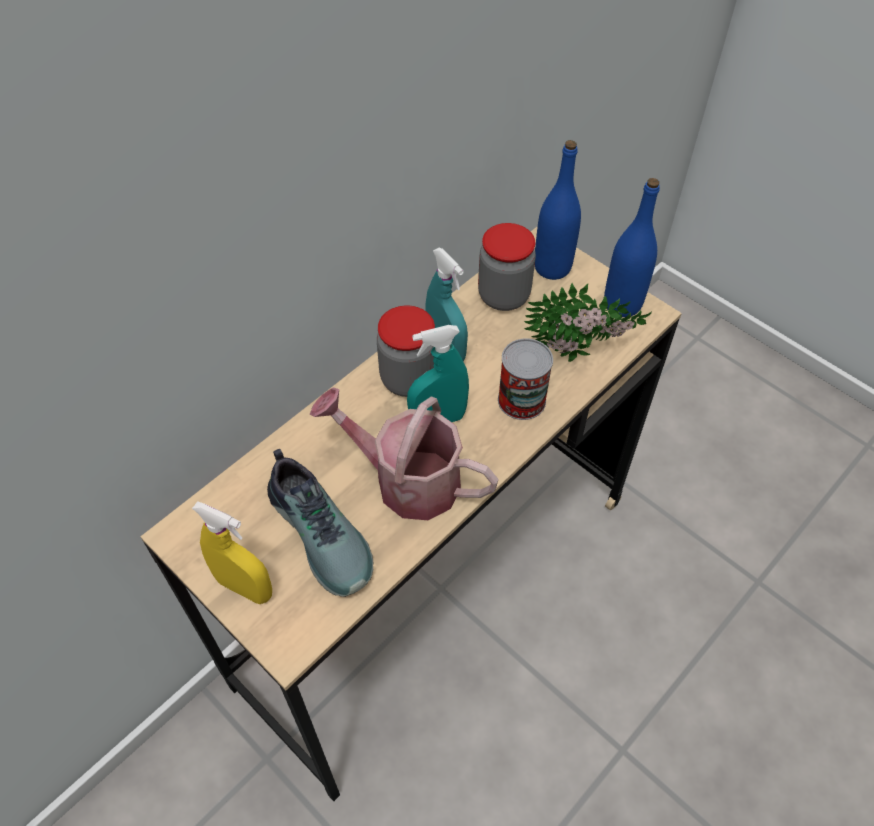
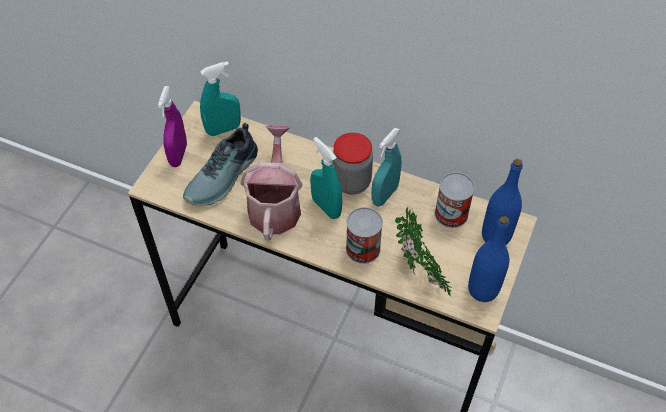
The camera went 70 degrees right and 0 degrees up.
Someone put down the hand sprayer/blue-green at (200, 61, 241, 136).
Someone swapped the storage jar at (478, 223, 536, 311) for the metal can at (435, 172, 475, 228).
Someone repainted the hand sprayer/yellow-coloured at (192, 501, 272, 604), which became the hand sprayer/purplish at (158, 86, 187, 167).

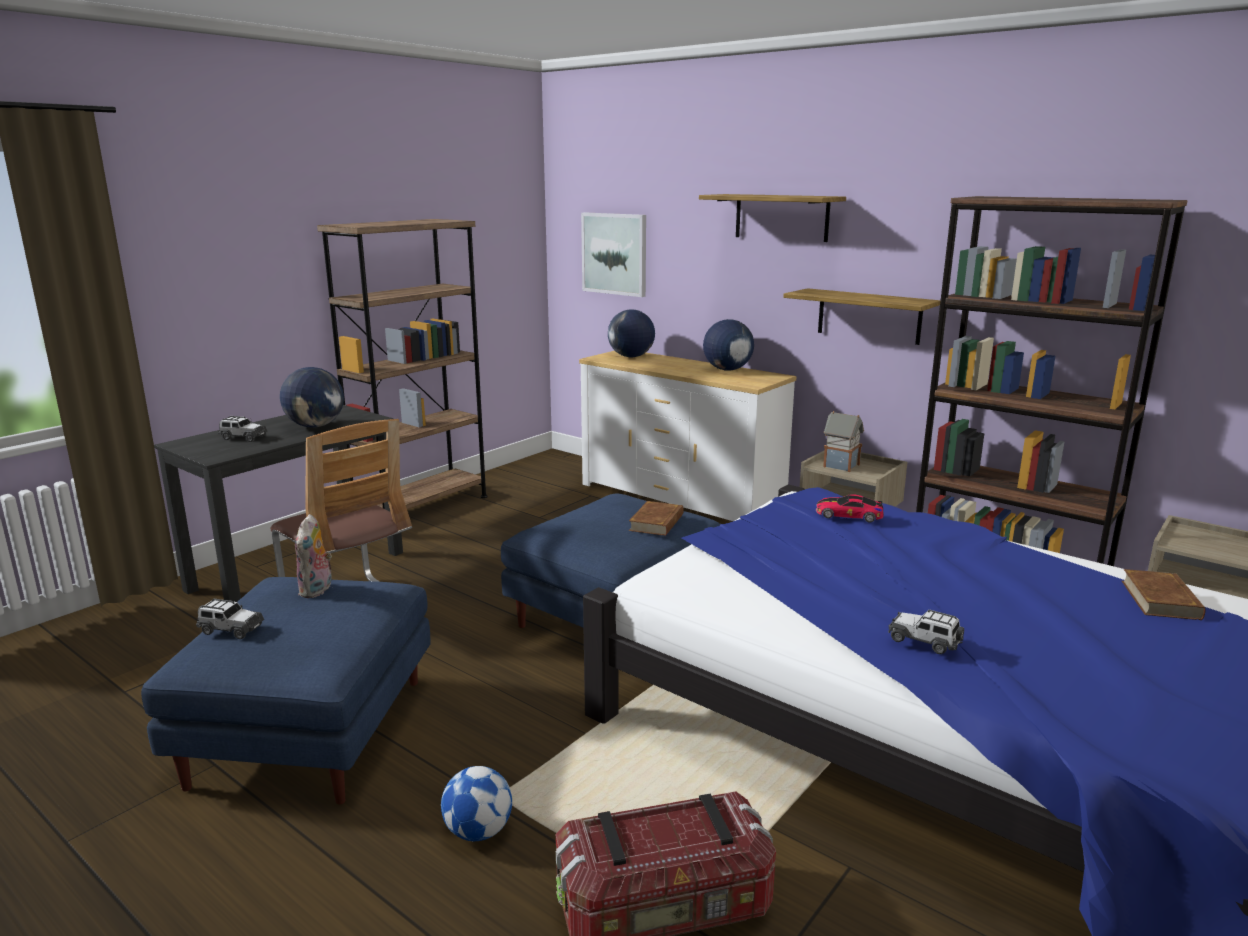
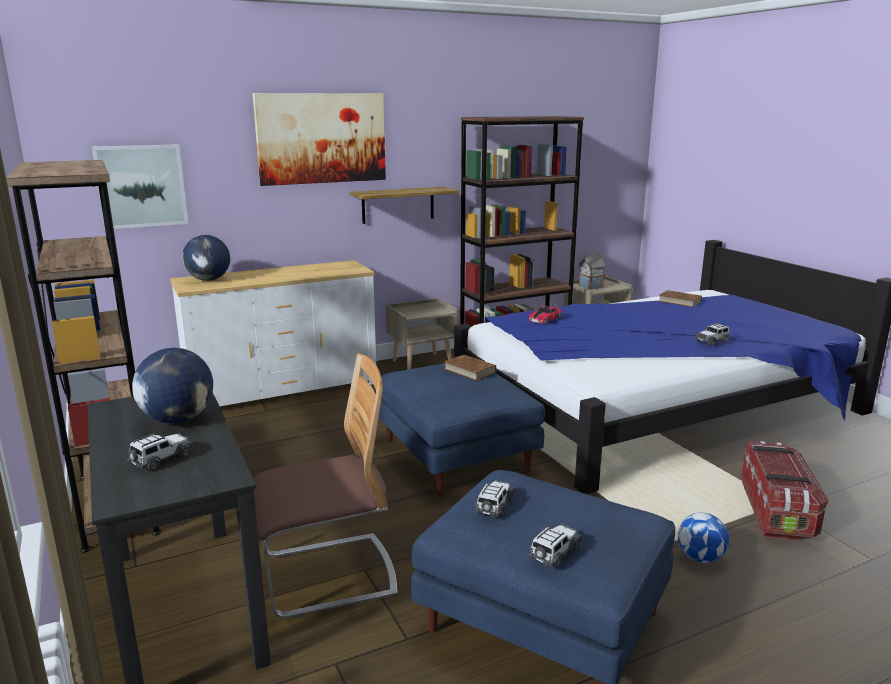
The camera went 65 degrees left and 0 degrees up.
Someone took away the desk globe at (703, 319, 754, 371).
Someone carried the model house from (823, 411, 864, 472) to (578, 253, 606, 290).
Someone swapped the cuddly toy at (295, 514, 332, 598) for the toy car at (475, 480, 515, 518).
Someone swapped the wall shelf at (699, 194, 846, 242) for the picture at (253, 93, 386, 186).

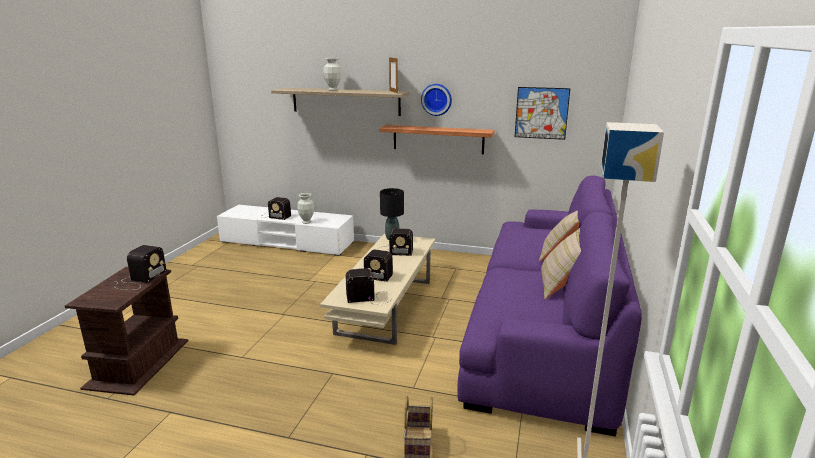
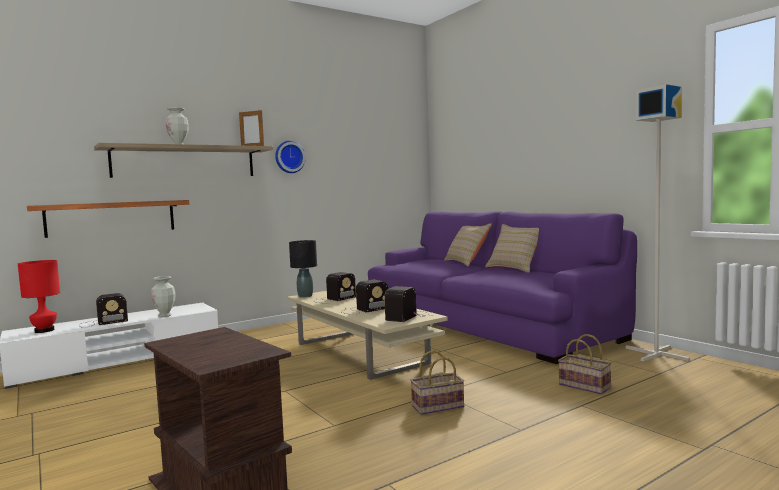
The camera went 50 degrees left and 15 degrees down.
Someone took away the radio set at (115, 245, 167, 290).
Someone took away the picture at (515, 87, 570, 140).
Someone put down the tabletop lamp/red at (18, 260, 60, 333).
Someone put down the household basket at (410, 350, 464, 415).
Someone carried the wall shelf from (379, 125, 495, 154) to (27, 200, 189, 238).

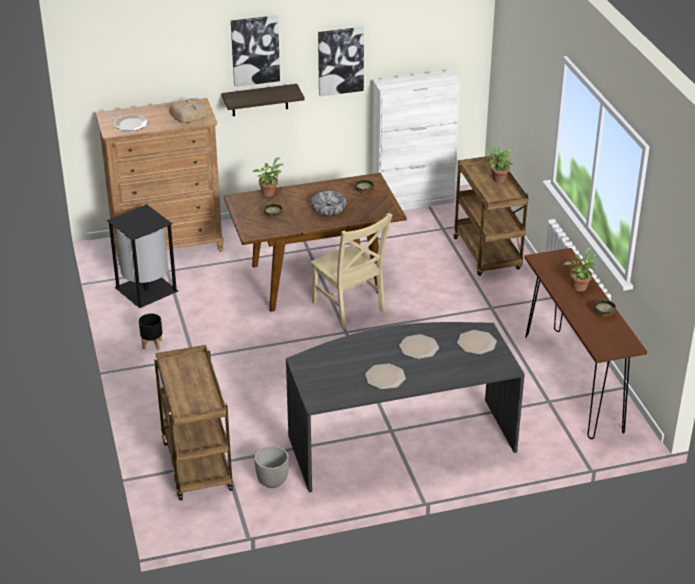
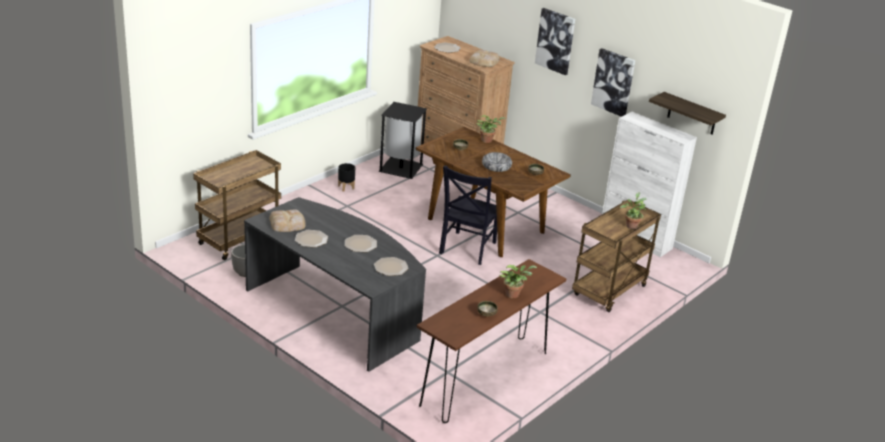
The camera went 55 degrees right and 5 degrees down.
Someone put down the bread at (269, 209, 306, 232).
Someone carried the wall shelf from (222, 84, 305, 116) to (649, 92, 726, 135).
Someone repainted the plain chair/sand-coloured at (310, 213, 392, 329), which became the plain chair/black at (439, 165, 497, 265).

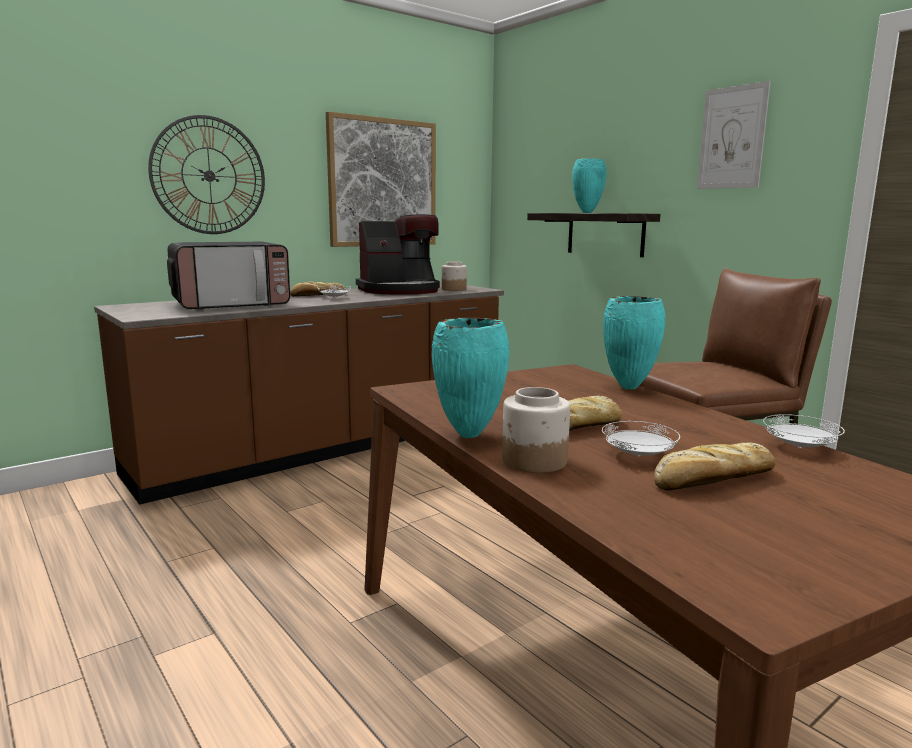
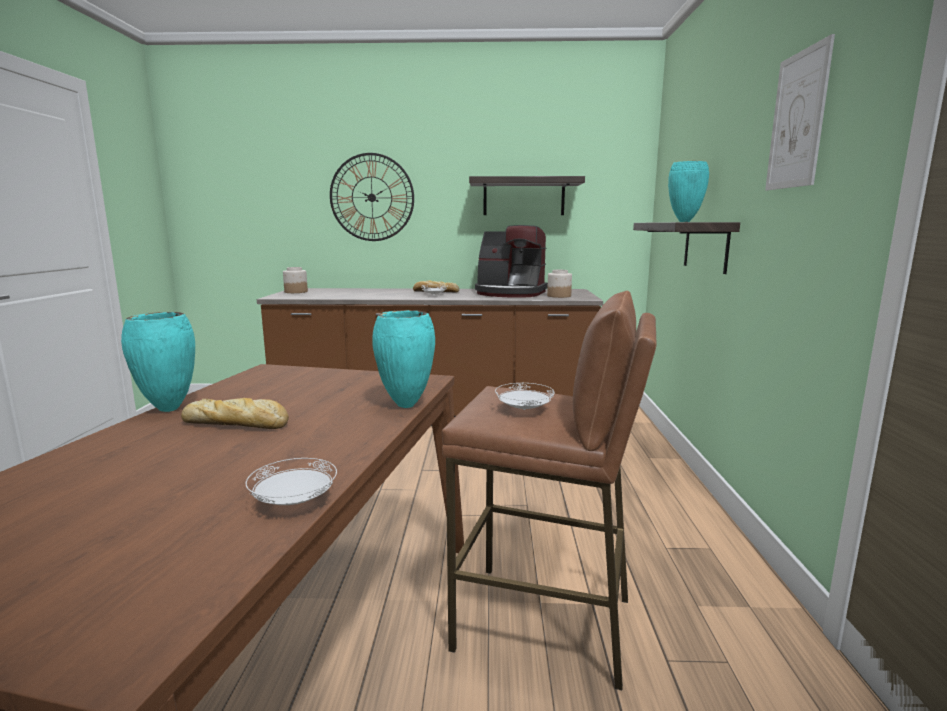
The camera went 40 degrees right and 0 degrees up.
Someone took away the microwave oven at (167, 242, 290, 310).
Someone took away the bread at (654, 443, 776, 490).
Someone carried the storage jar from (502, 387, 570, 473) to (283, 267, 308, 293).
Someone carried the plate/white from (602, 421, 680, 457) to (495, 383, 555, 410).
Someone swapped the picture at (326, 112, 436, 247) for the wall shelf at (469, 176, 585, 215).

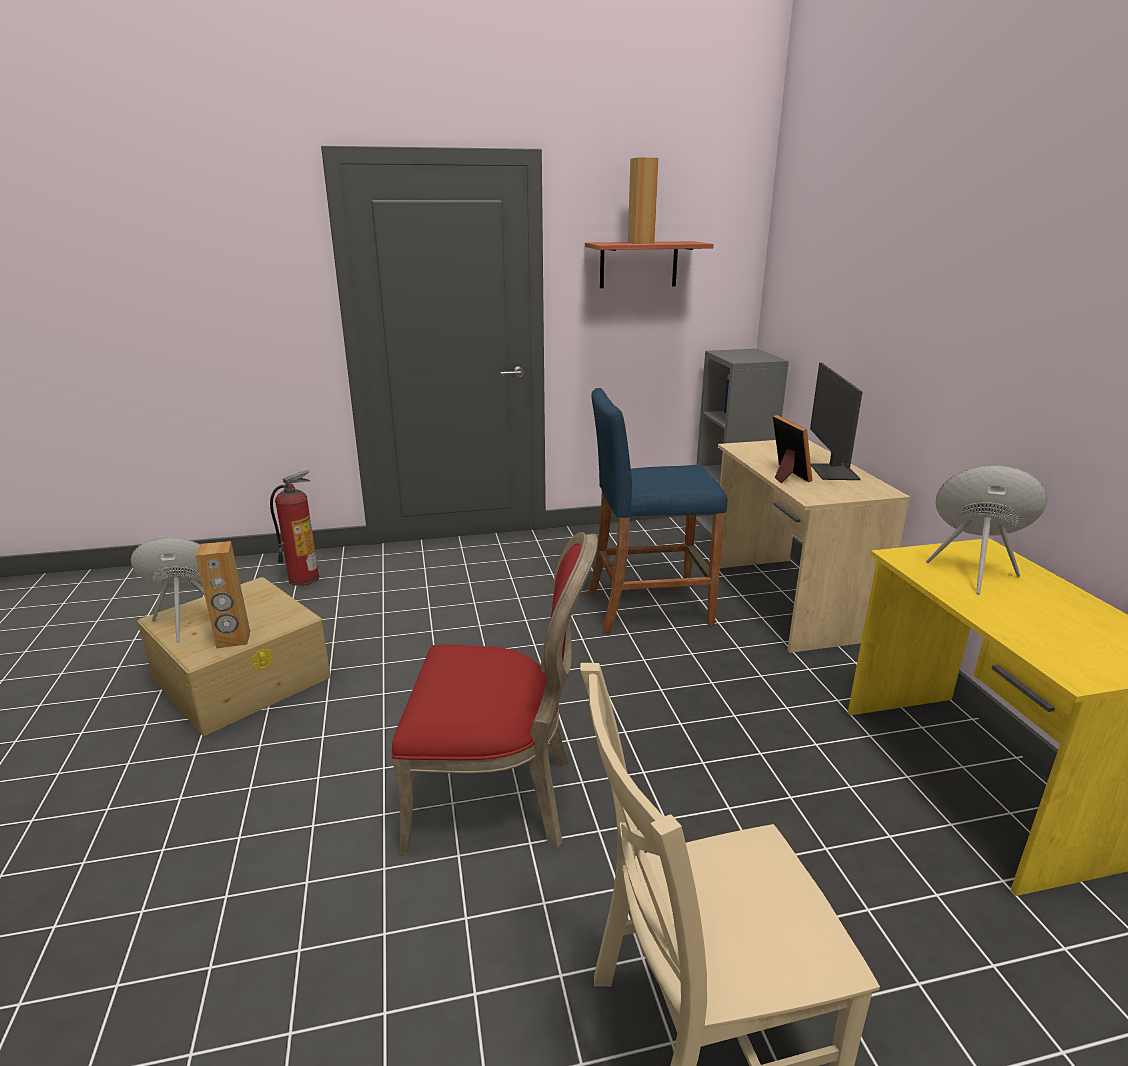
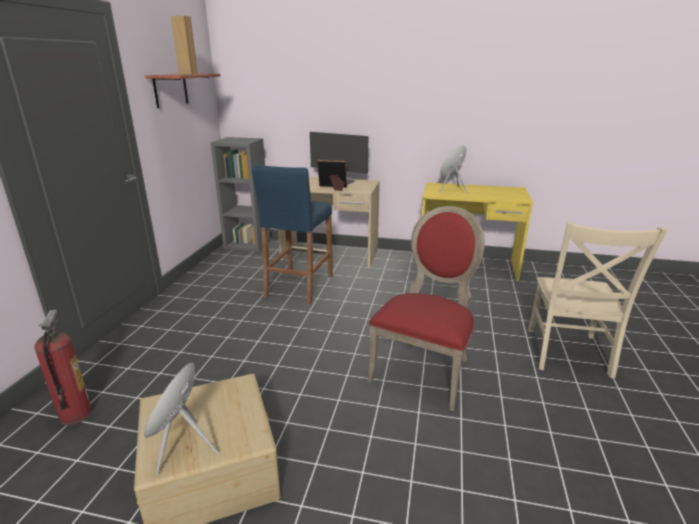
The camera went 65 degrees left and 0 degrees up.
Someone took away the speaker/brownish at (196, 541, 250, 648).

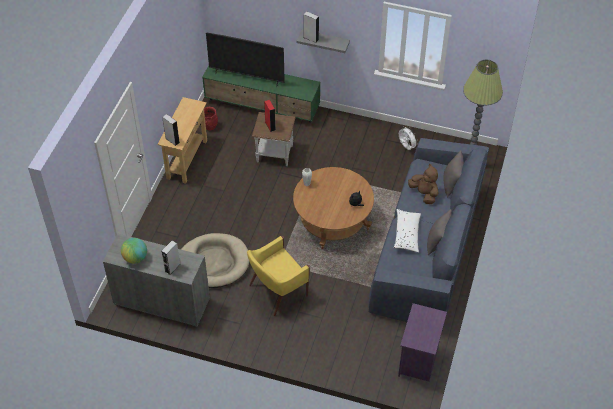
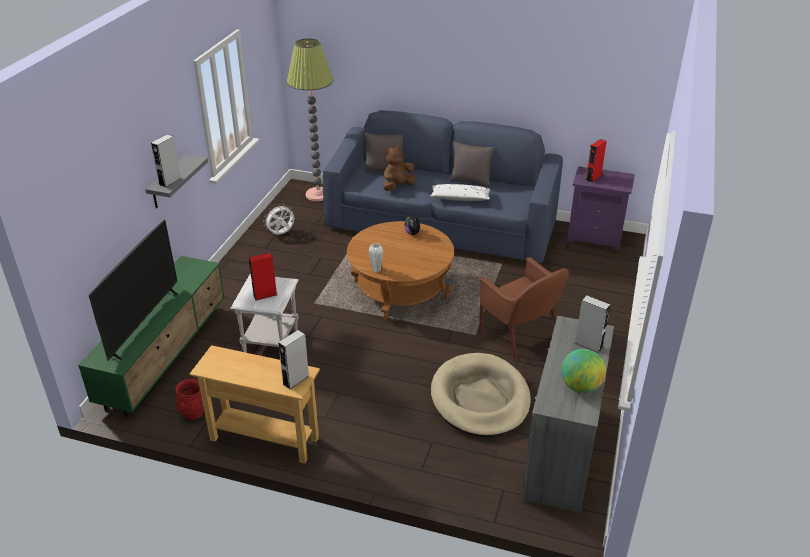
The camera went 90 degrees left and 15 degrees down.
Someone put down the speaker/red at (585, 139, 607, 183).
Someone repainted the easy chair/yellow-coloured at (247, 236, 310, 316), which became the easy chair/brownish at (479, 257, 569, 362).
Someone repainted the accent table/brownish at (252, 112, 296, 166), which became the accent table/white at (230, 274, 299, 353).

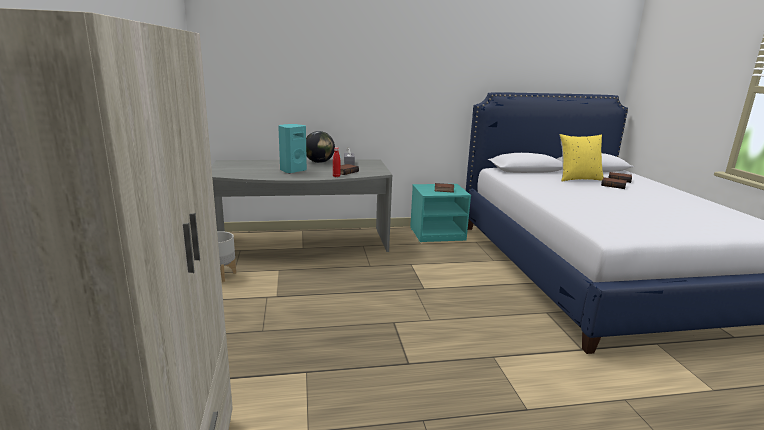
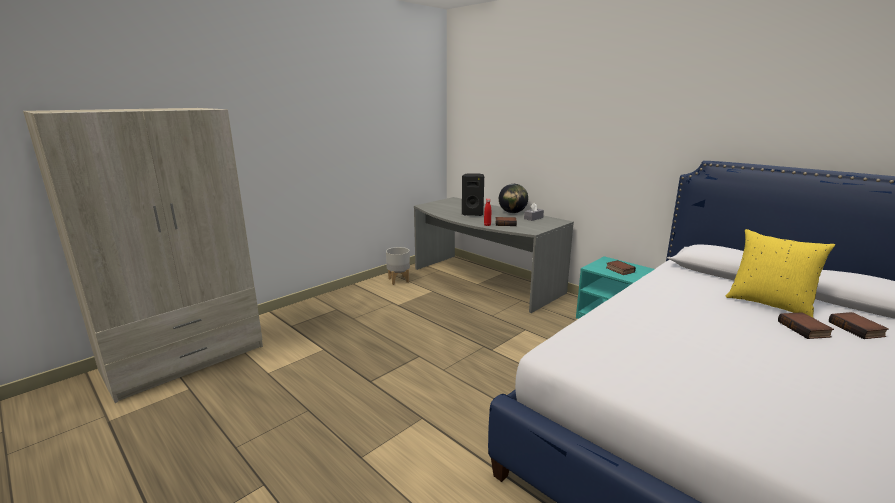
The camera went 55 degrees right and 0 degrees up.
Someone repainted the speaker/blue-green at (278, 124, 307, 174), which became the speaker/black at (462, 173, 484, 216).

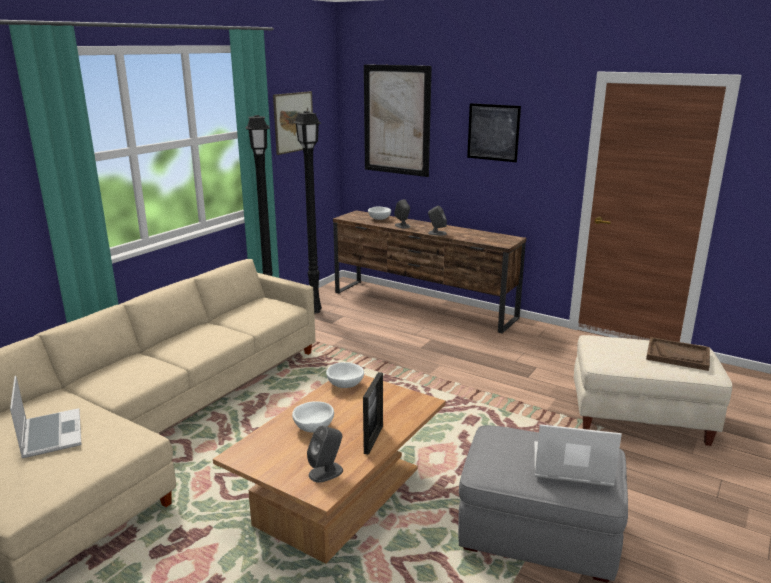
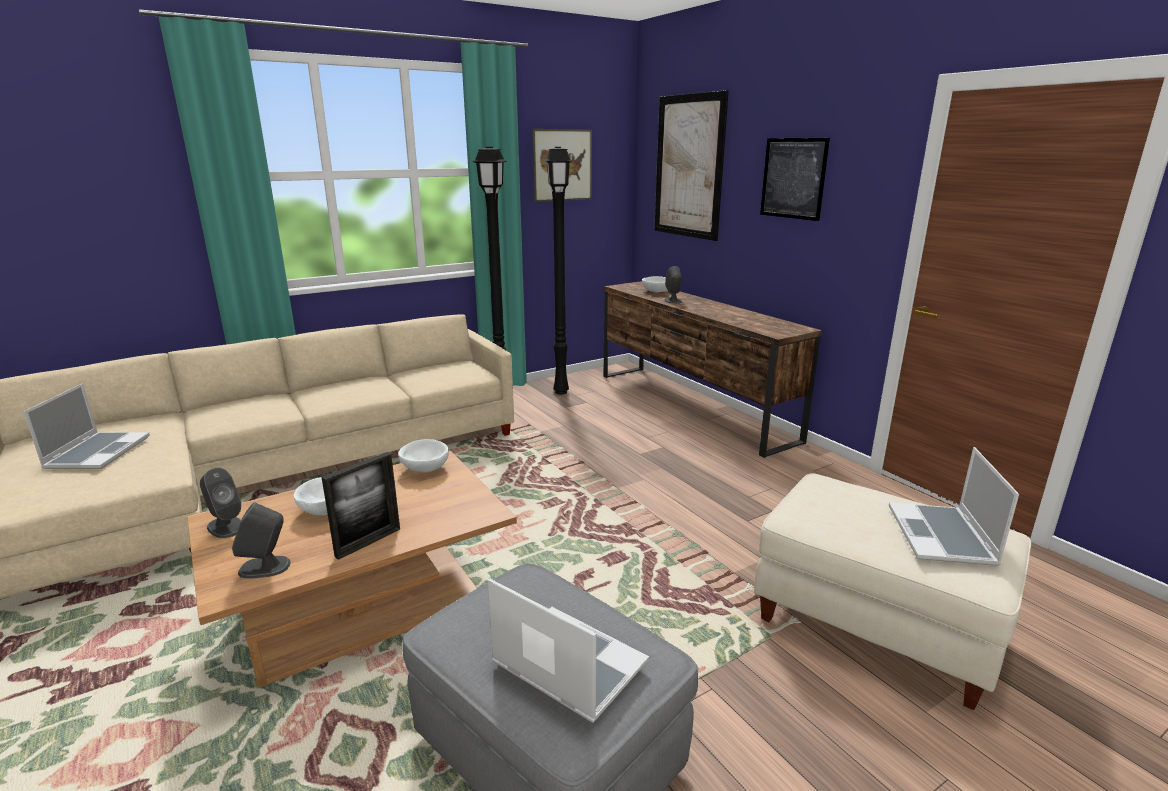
The camera went 25 degrees right and 0 degrees up.
Someone carried the speaker/gray from (428, 205, 447, 235) to (200, 468, 241, 538).
Someone swapped the serving tray/brownish at (646, 337, 710, 371) for the laptop at (889, 447, 1019, 566).

